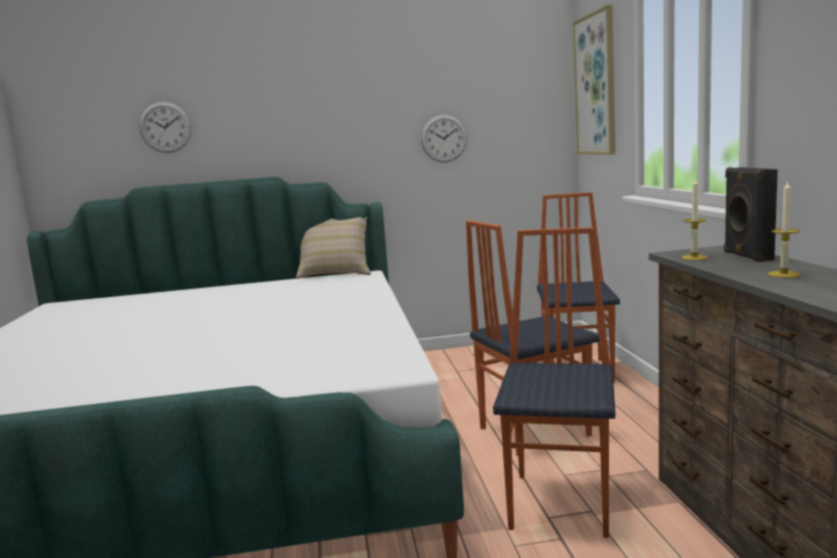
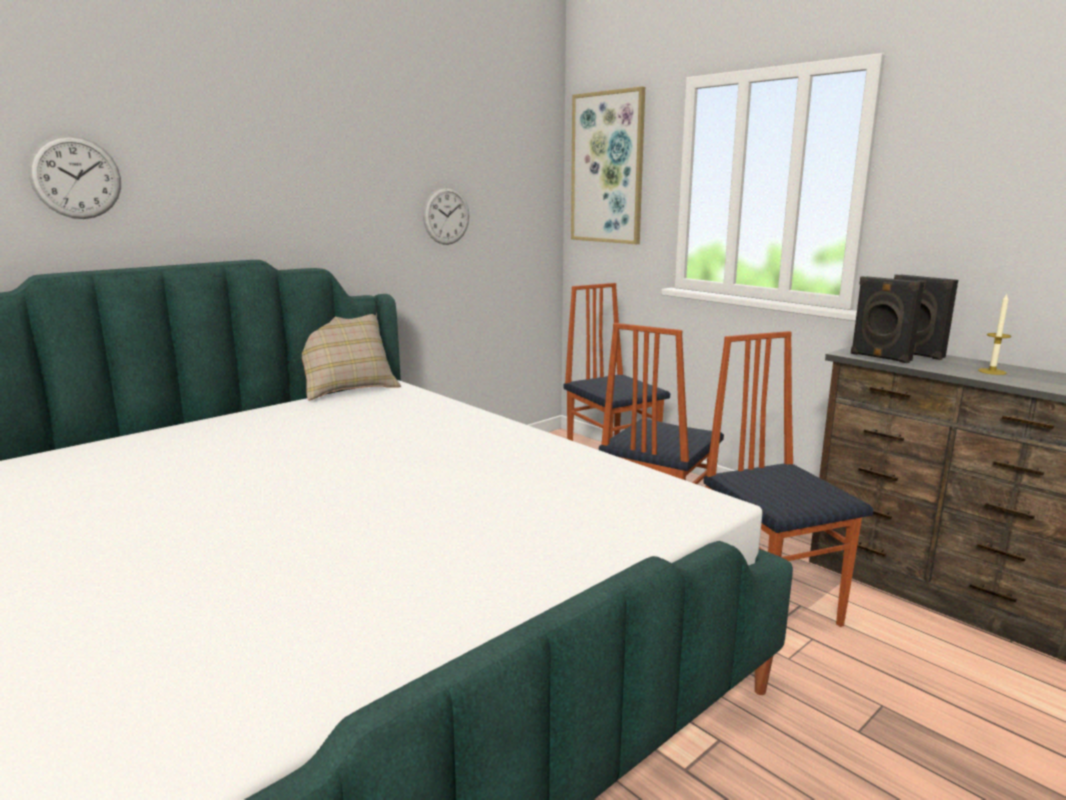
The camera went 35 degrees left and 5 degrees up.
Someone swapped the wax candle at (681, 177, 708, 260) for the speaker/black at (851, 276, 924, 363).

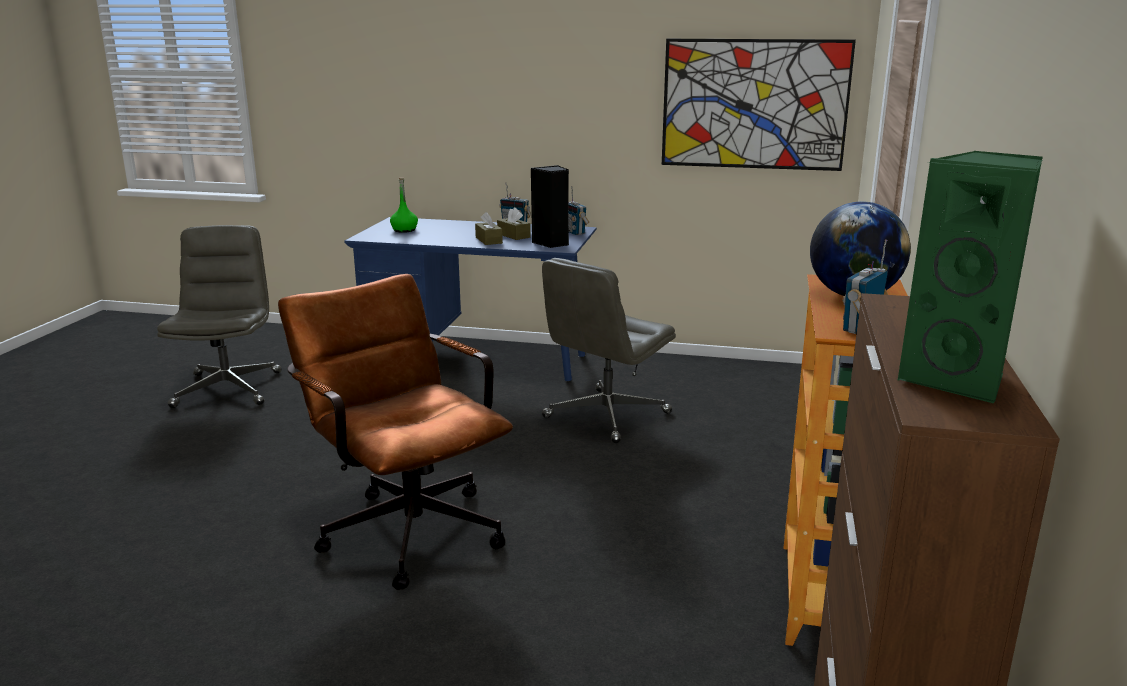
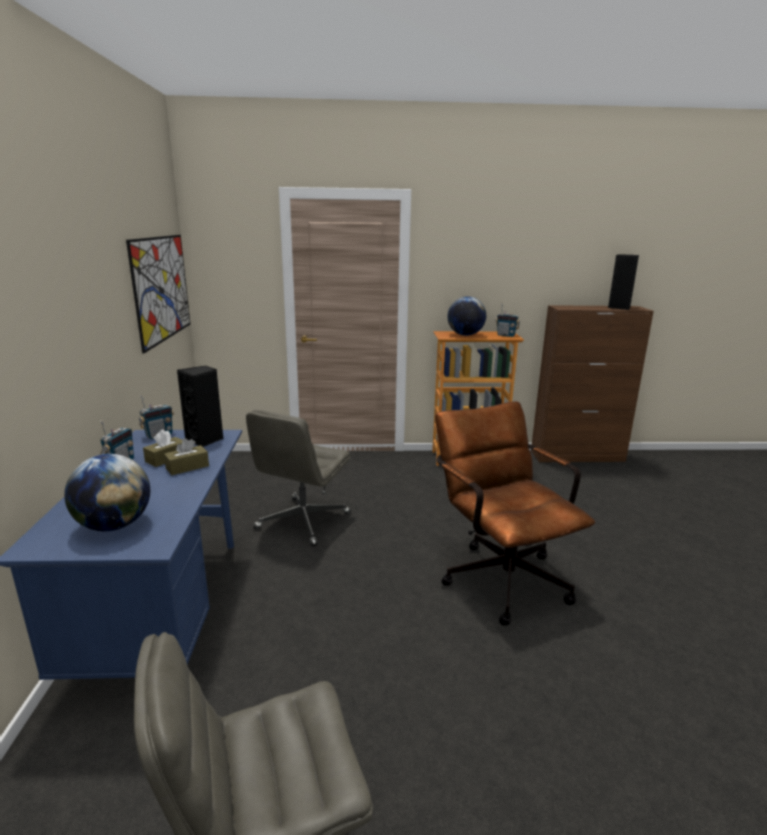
The camera went 105 degrees left and 0 degrees up.
Someone swapped the bottle/green-coloured at (390, 177, 418, 233) for the desk globe at (64, 454, 150, 531).
Someone repainted the speaker/green-coloured at (898, 151, 1043, 403), which became the speaker/black at (608, 254, 639, 310).
Someone rotated the office chair/brownish at (278, 274, 513, 590) by 120 degrees clockwise.
Someone rotated the office chair/gray at (542, 258, 676, 443) by 90 degrees clockwise.

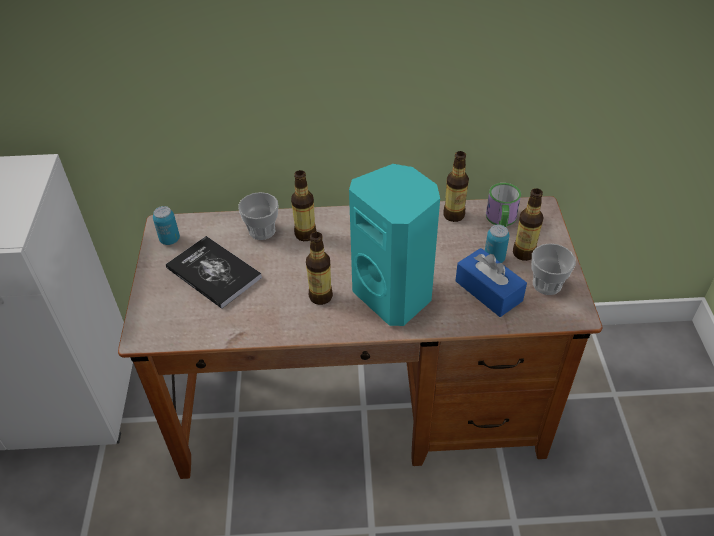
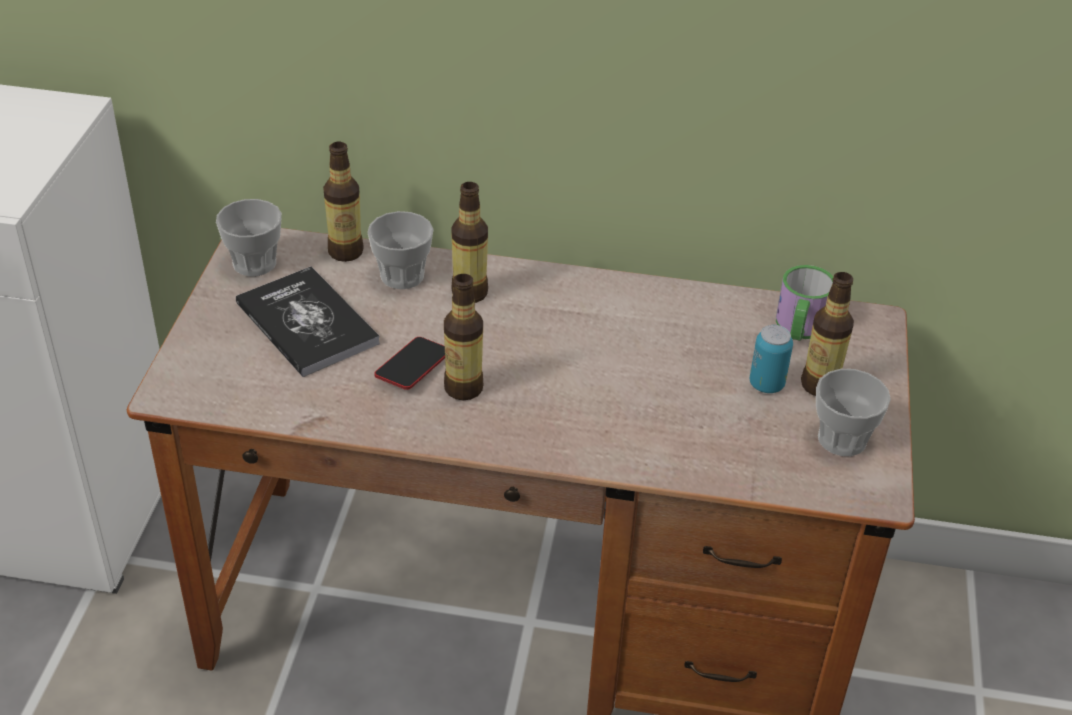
The camera went 10 degrees right and 5 degrees down.
Someone took away the speaker/blue-green at (349, 164, 440, 326).
Someone took away the tissue box/blue-coloured at (455, 248, 527, 317).
Someone put down the phone at (374, 337, 445, 390).
Someone carried the bottle from (443, 151, 469, 222) to (323, 142, 364, 262).
Someone swapped the metal can at (153, 206, 180, 245) for the cup at (216, 199, 282, 276).

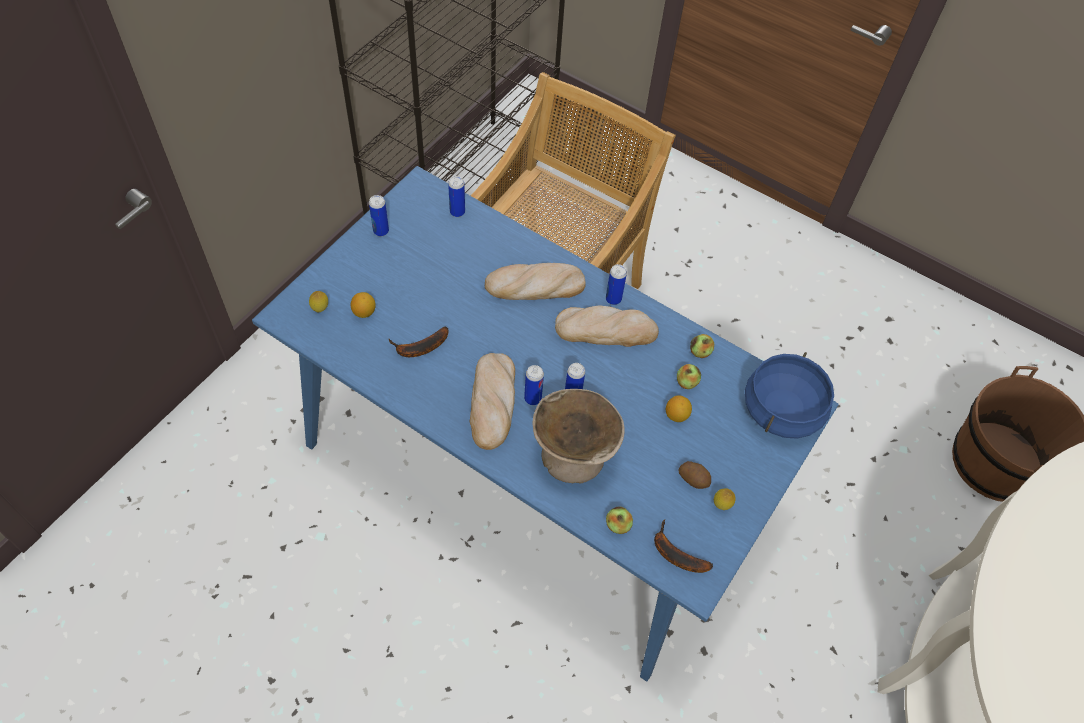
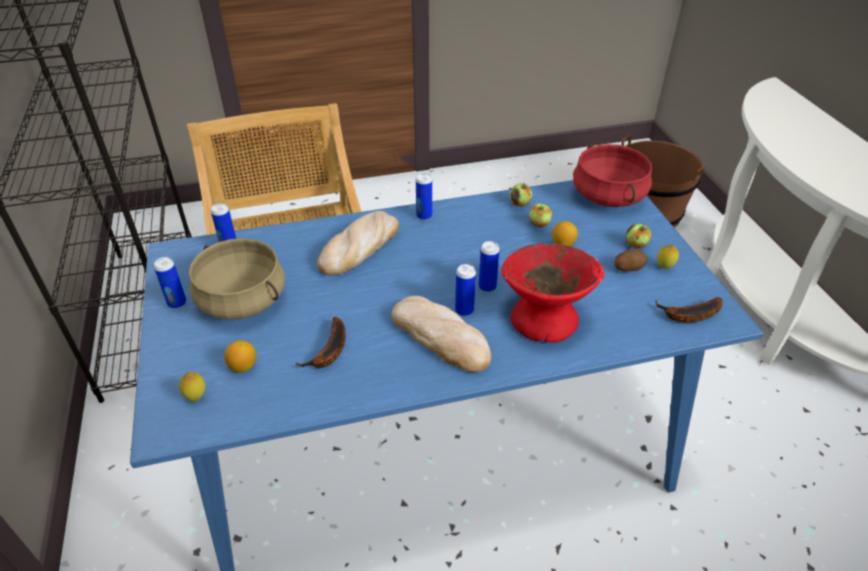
The camera went 45 degrees left and 15 degrees down.
Someone took away the bread at (555, 305, 659, 347).
Someone put down the saucepot/sand-coloured at (188, 238, 285, 320).
Someone carried the apple from (606, 507, 633, 534) to (626, 224, 651, 248).
Someone repainted the bowl/sand-coloured at (532, 389, 625, 483), which became the bowl/red at (502, 244, 604, 343).
Someone repainted the saucepot/blue-coloured at (745, 352, 834, 439), which became the saucepot/red at (573, 144, 652, 207).

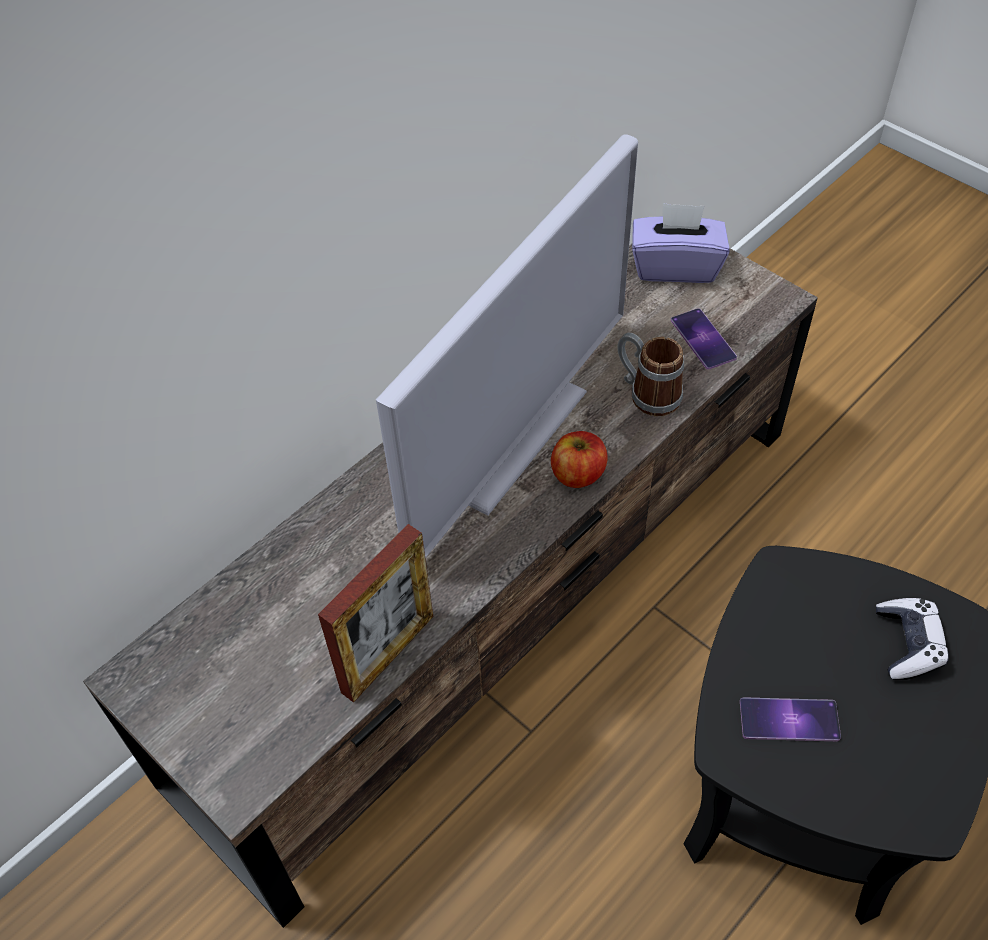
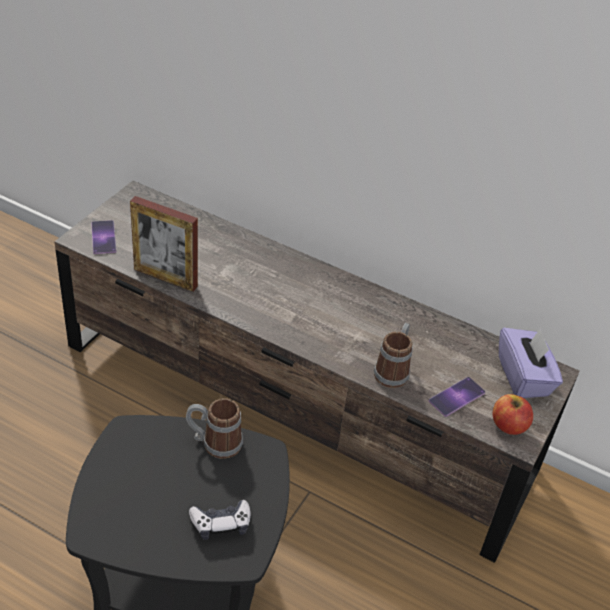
The camera went 70 degrees right and 10 degrees down.
Someone took away the television at (376, 134, 638, 558).
Someone put down the mug at (186, 398, 243, 459).
Someone carried the apple from (551, 431, 608, 488) to (493, 394, 533, 435).
Someone carried the phone from (740, 697, 841, 741) to (91, 220, 116, 254).

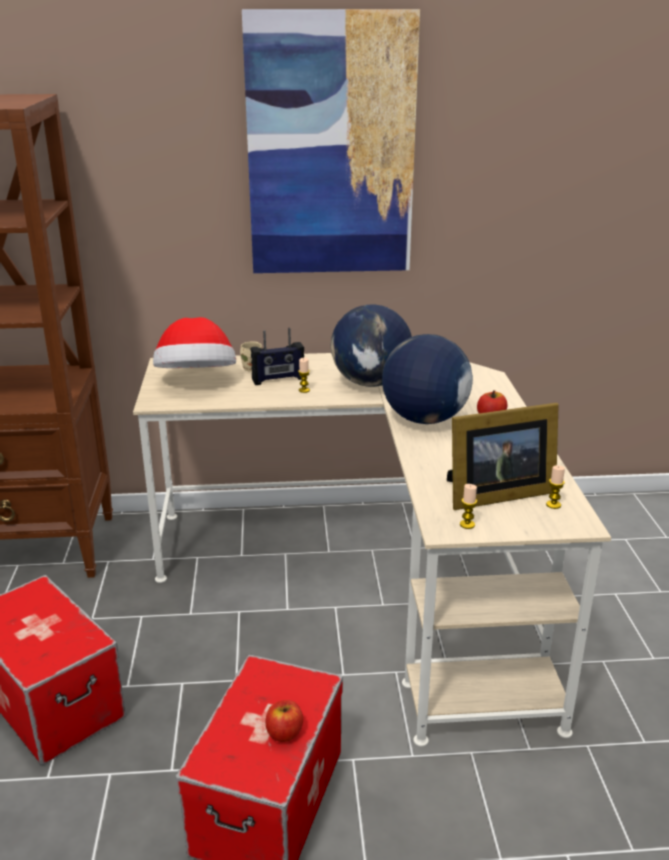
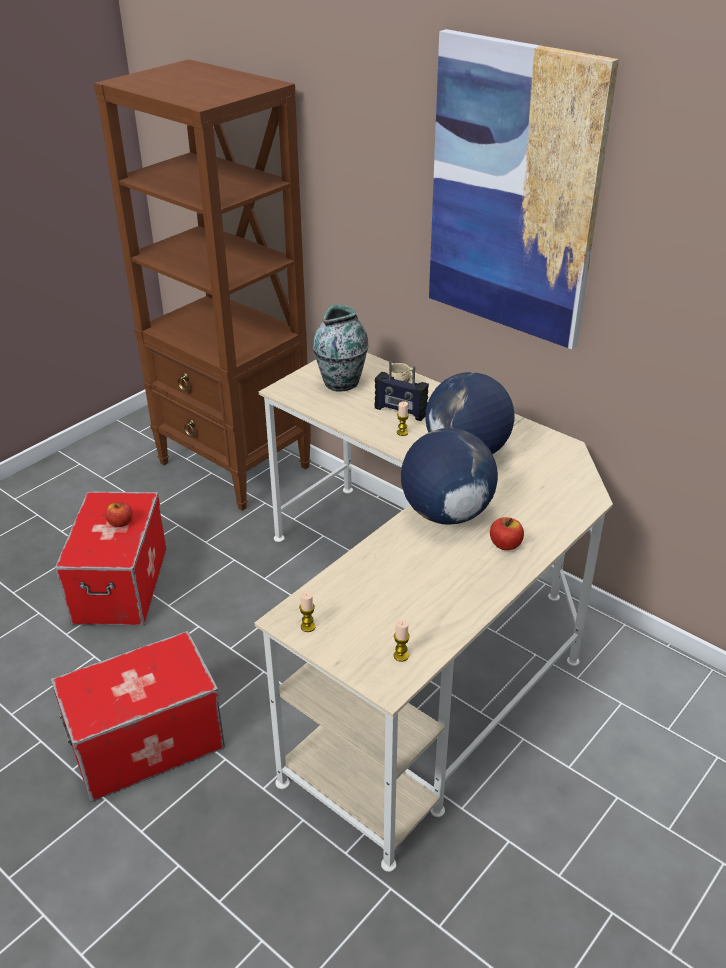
The camera went 45 degrees right and 10 degrees up.
Someone took away the picture frame at (447, 403, 559, 510).
Someone carried the apple from (265, 700, 303, 742) to (105, 501, 133, 527).
Someone swapped the hat at (153, 317, 236, 368) for the decorative vase at (313, 305, 369, 392).

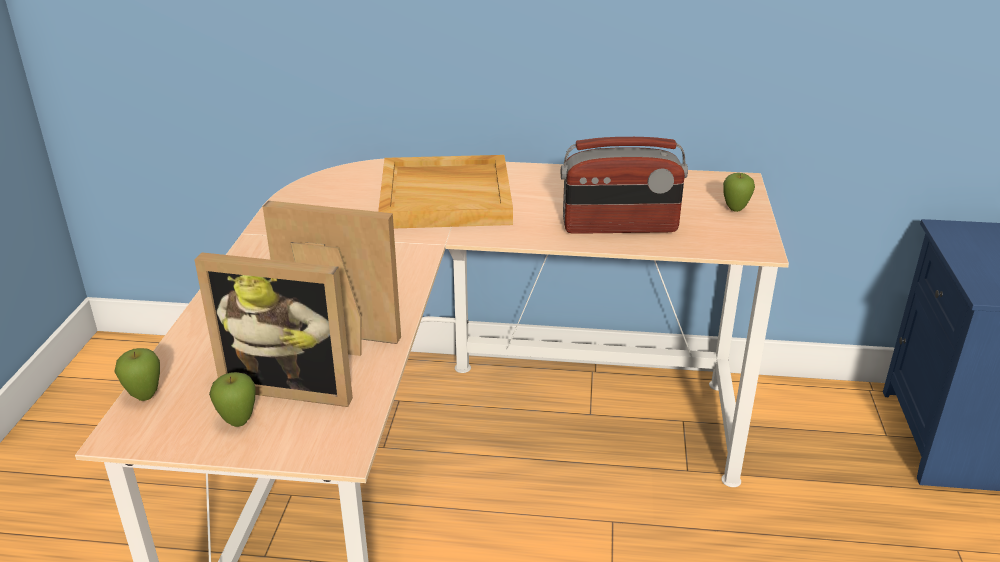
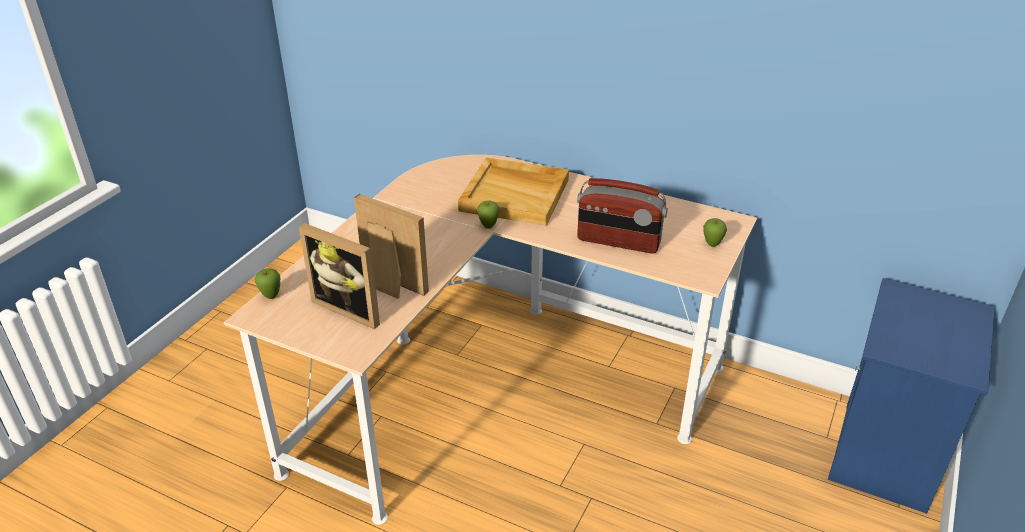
The camera went 20 degrees right and 5 degrees up.
Someone carried the apple from (209, 372, 256, 427) to (477, 201, 499, 228).

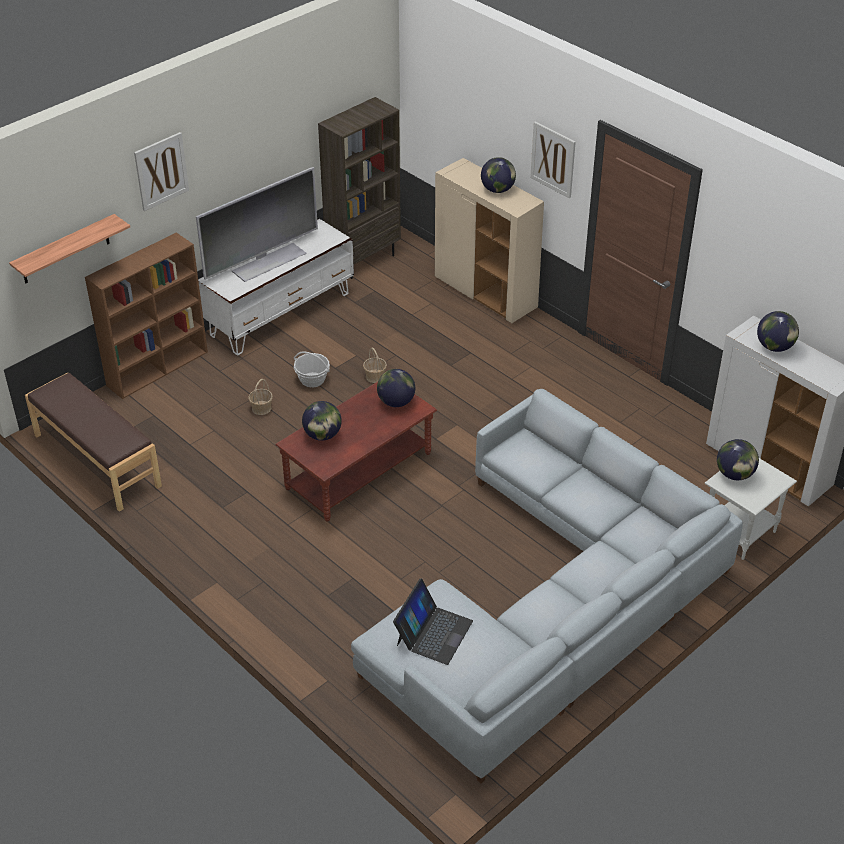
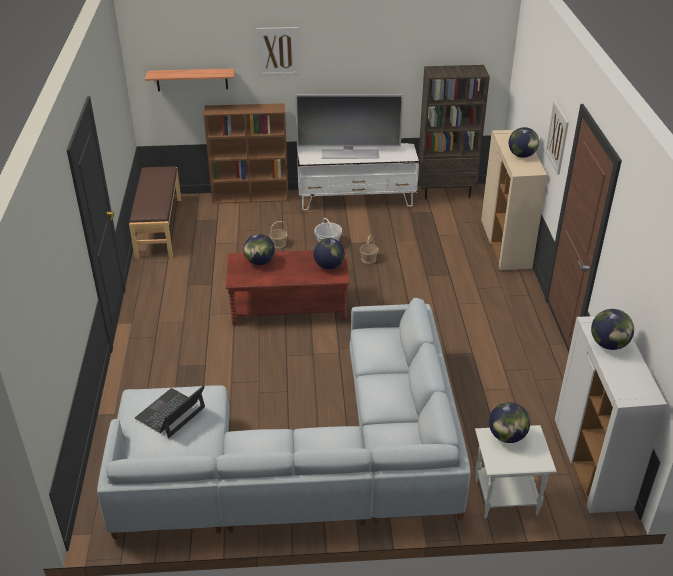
The camera went 40 degrees right and 5 degrees down.
Someone rotated the laptop at (393, 578, 473, 665) by 150 degrees clockwise.

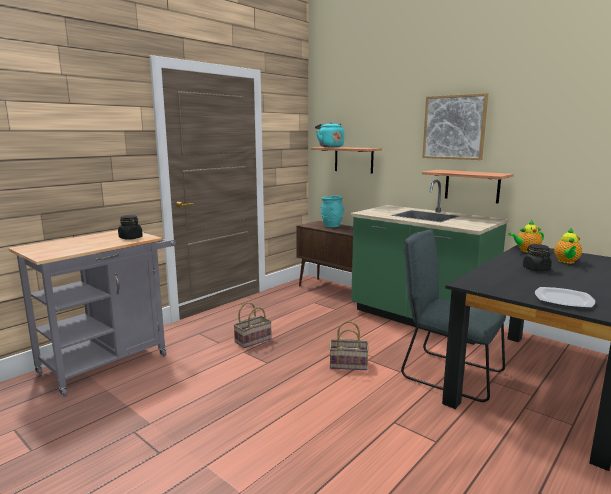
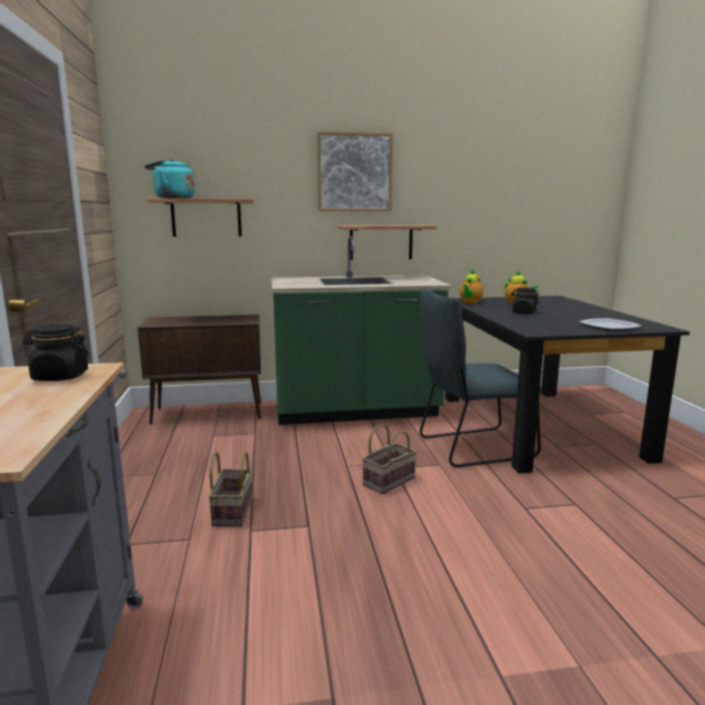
The camera went 50 degrees left and 0 degrees up.
Someone took away the decorative vase/blue-green at (321, 196, 344, 227).

